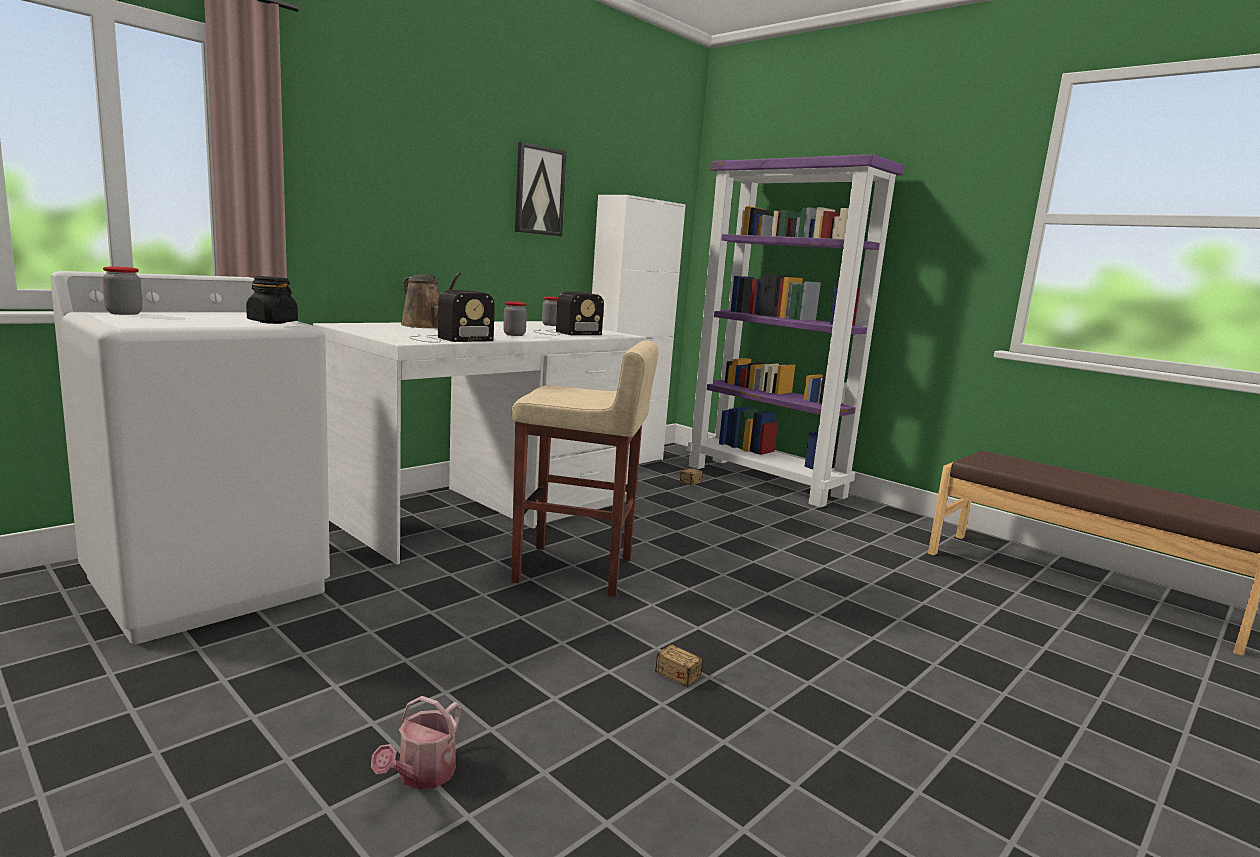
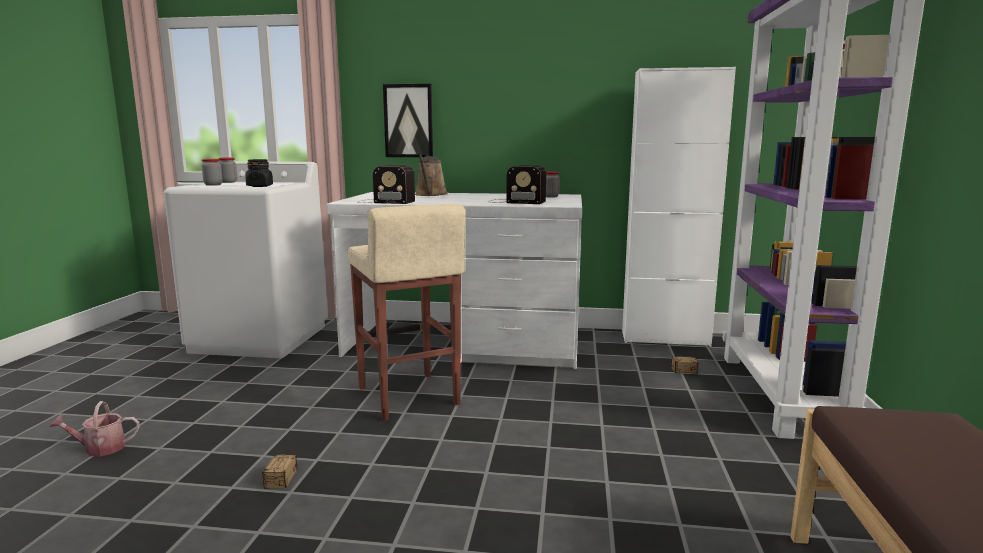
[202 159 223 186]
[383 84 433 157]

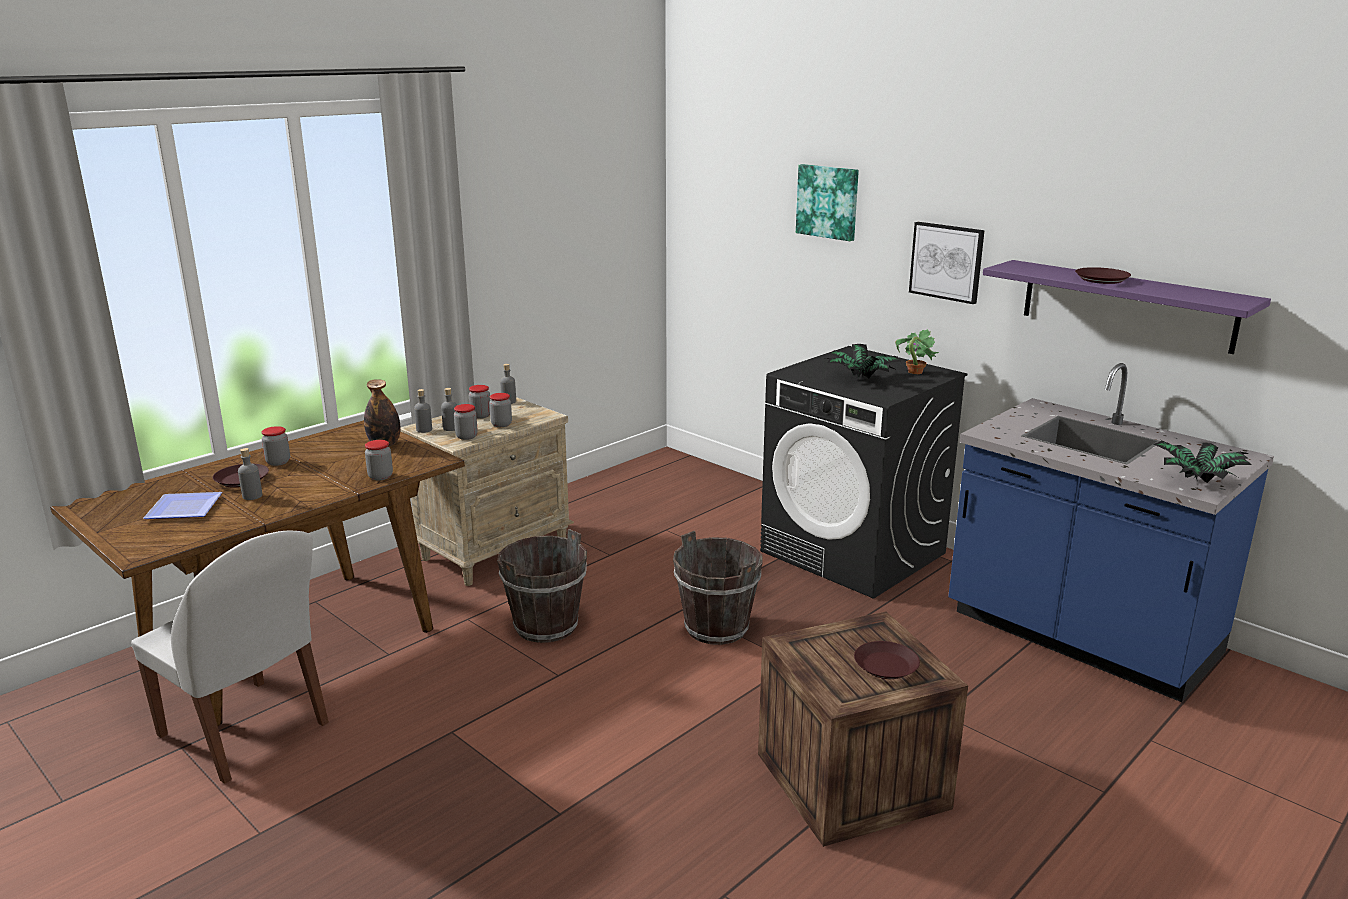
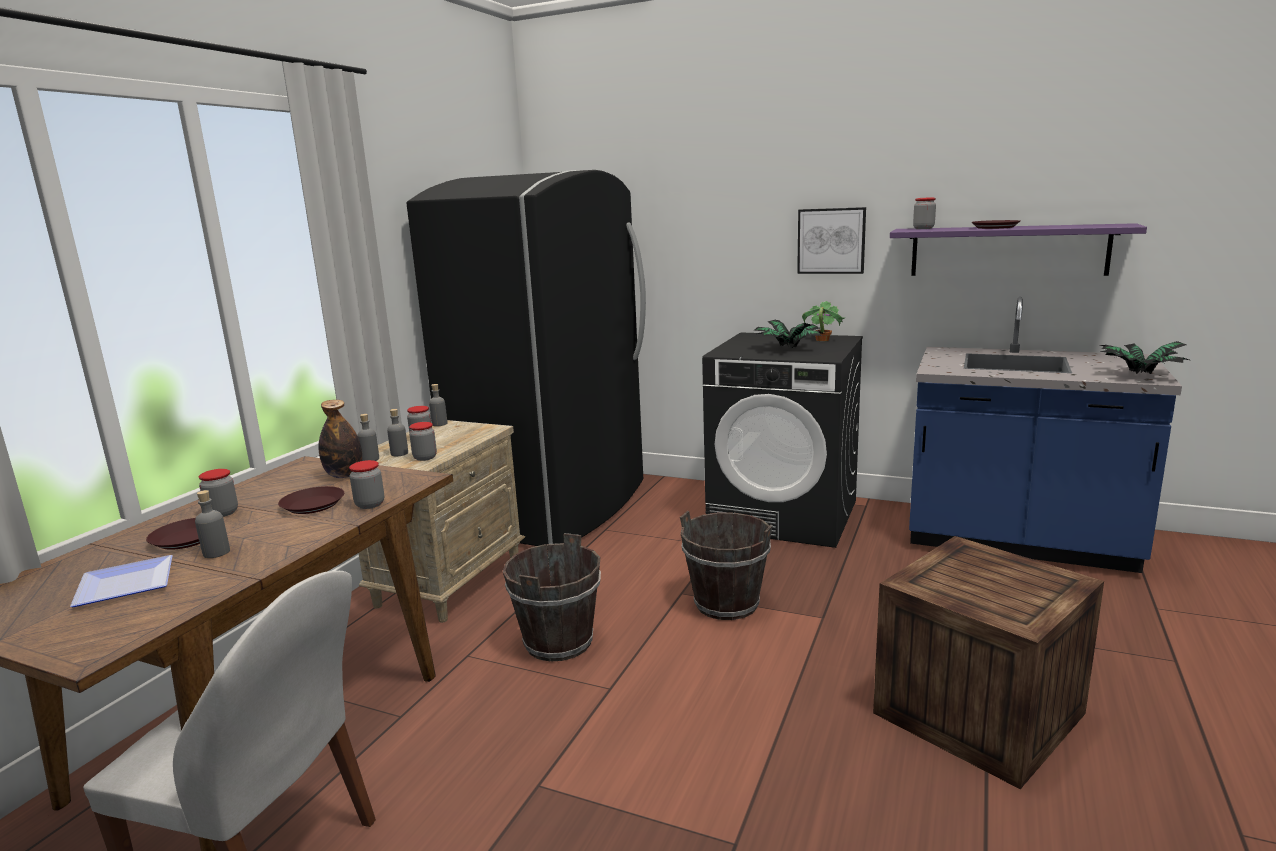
[913 197 936 229]
[796 164 859 241] (first image)
[278 486 344 514]
[406 170 646 546]

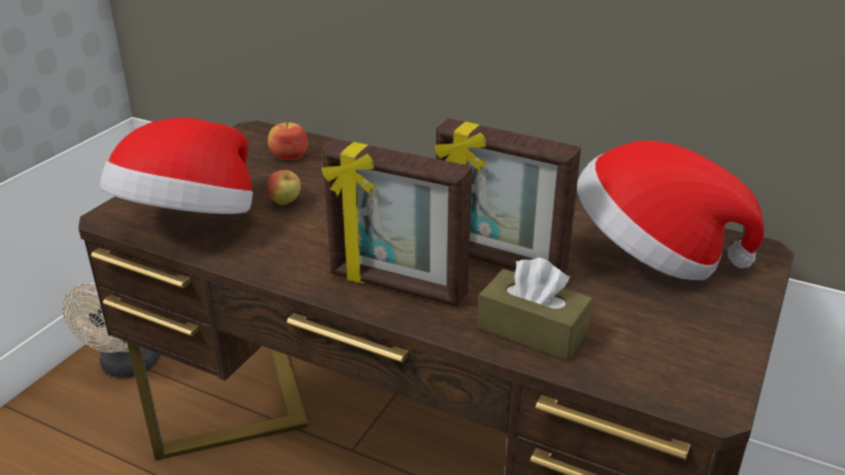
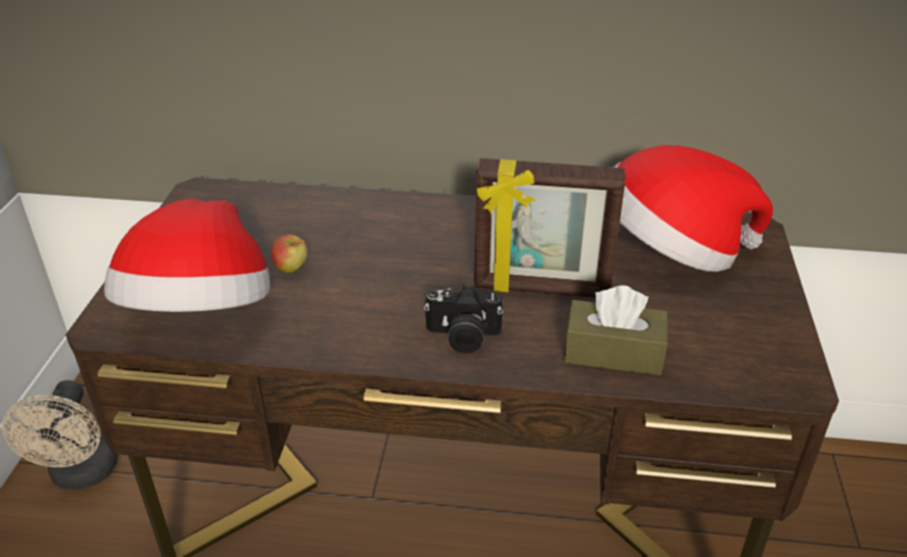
[268 121 308 160] (first image)
[424 285 503 354]

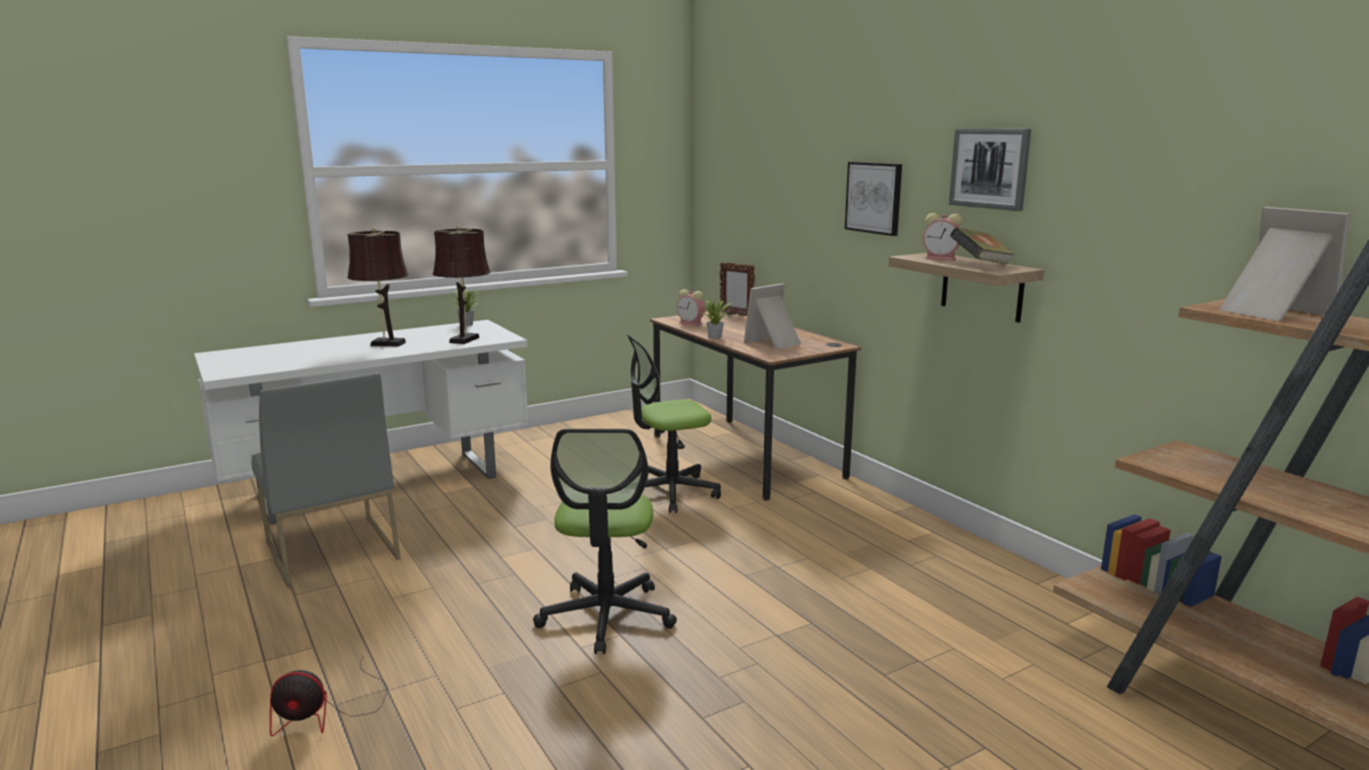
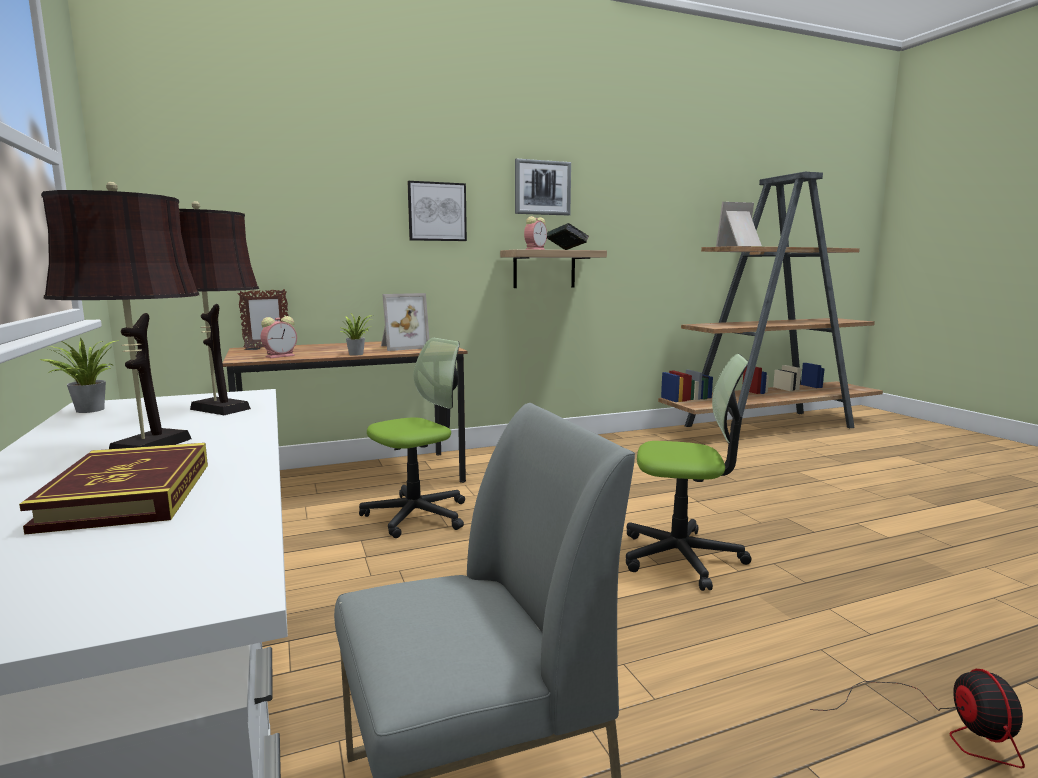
[359 338 465 538]
[381 293 429 351]
[19 443 208 535]

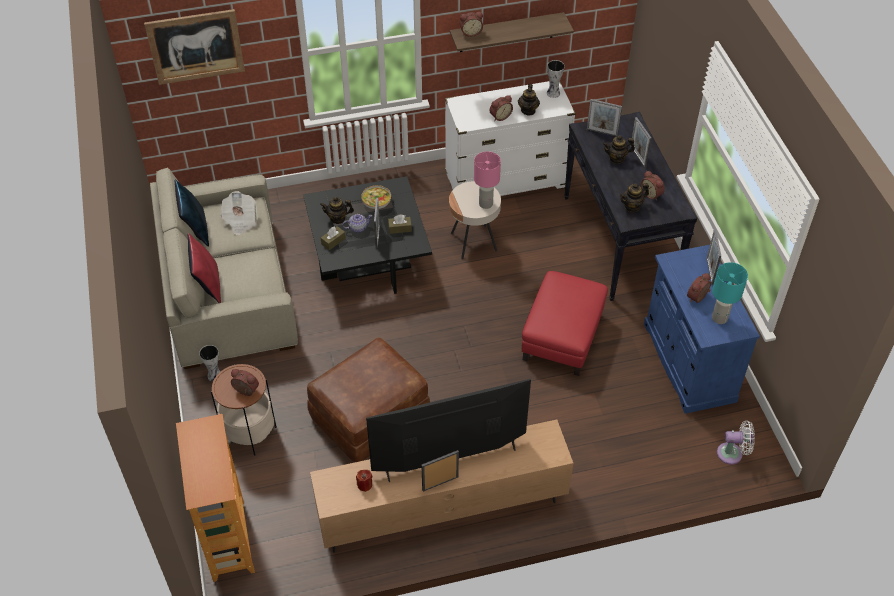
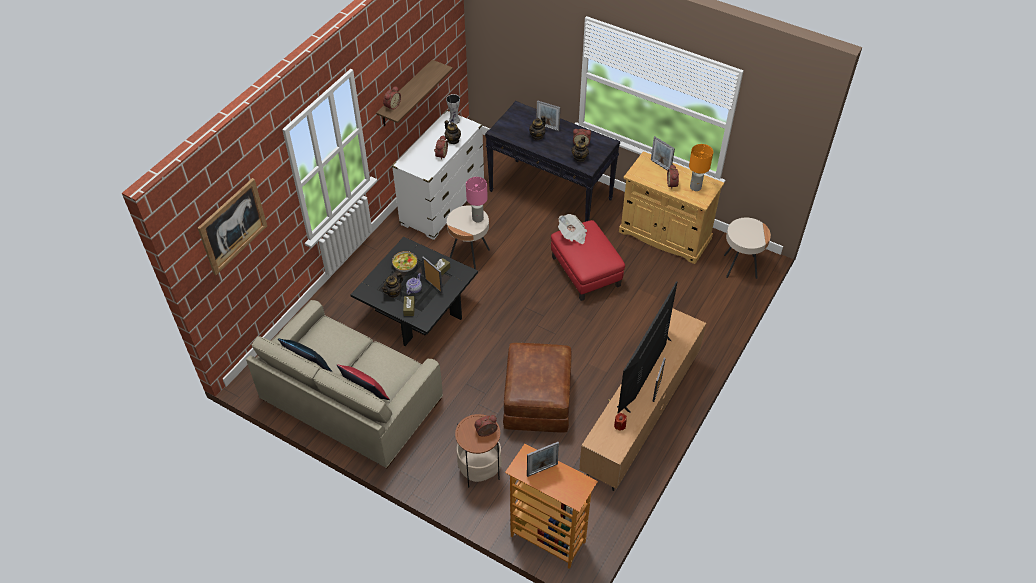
[199 345 221 381] (first image)
[558 214 587 244]
[527 442 559 477]
[619 151 724 264]
[689 144 713 191]
[724 218 771 279]

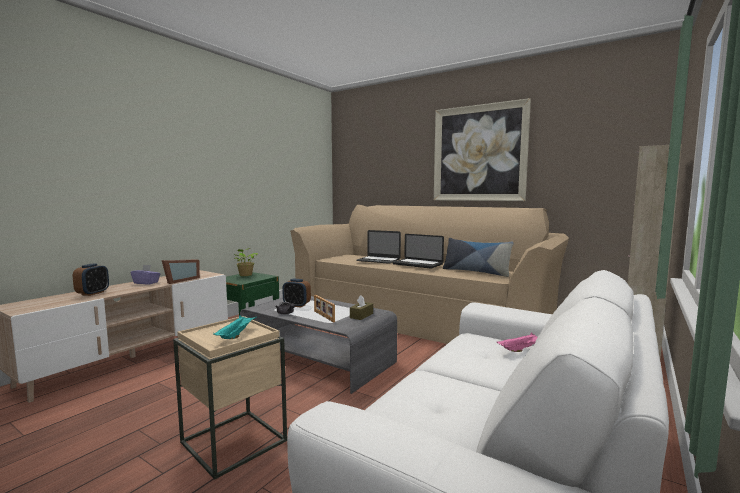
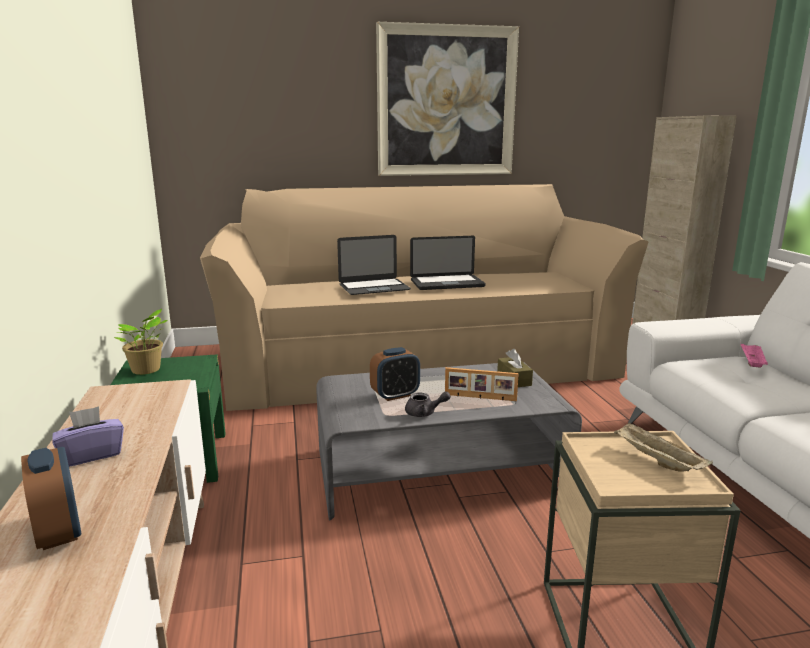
[162 259 200 284] (first image)
[614 422 713 472]
[443 238 514 277] (first image)

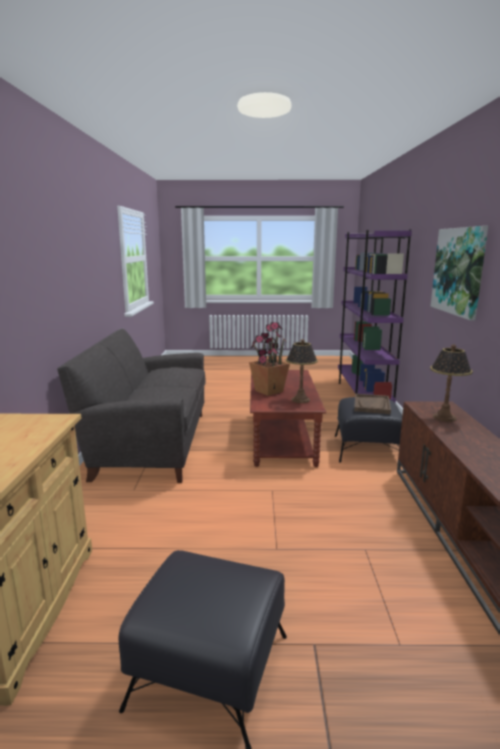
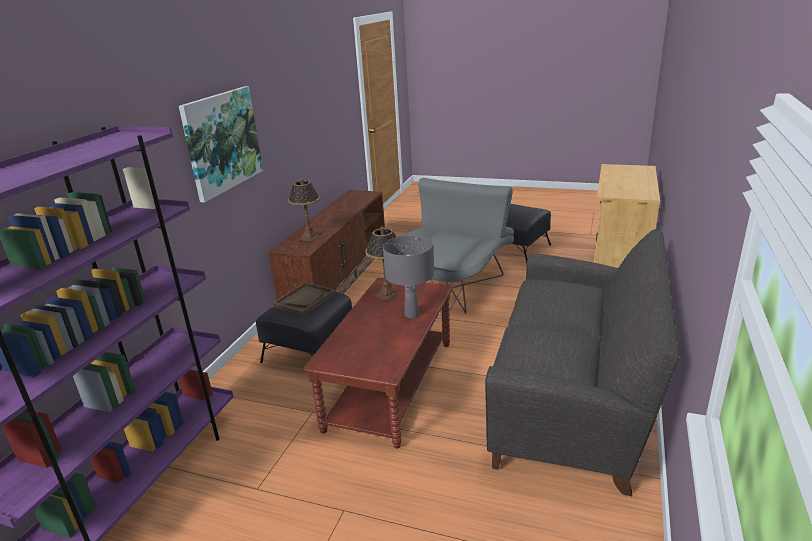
[383 235 434 318]
[404 178 514 314]

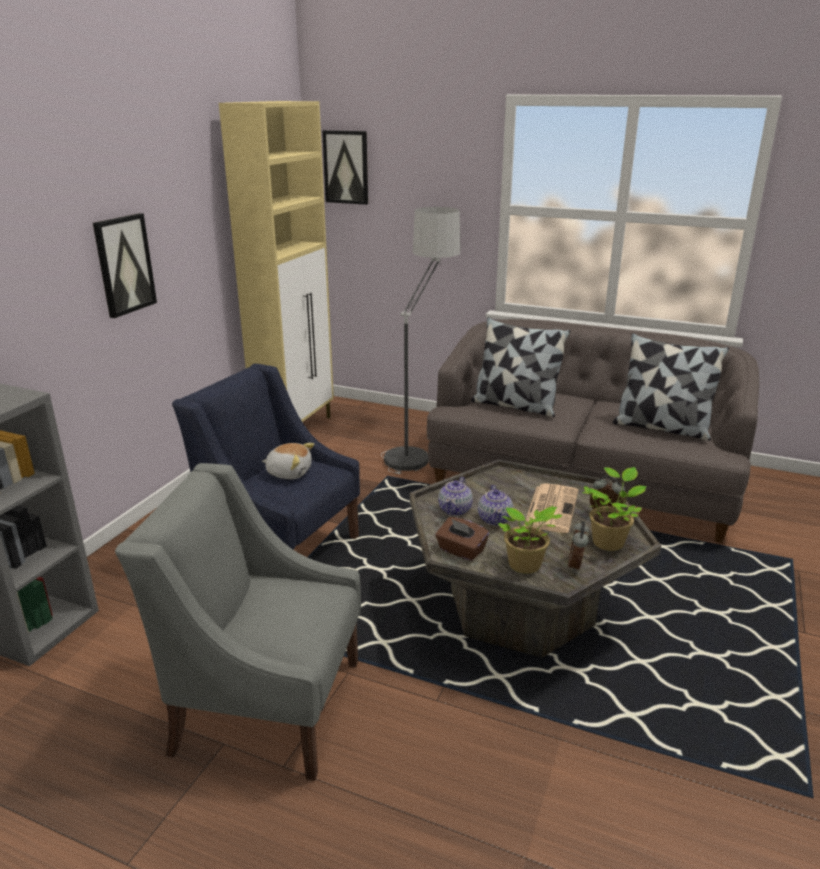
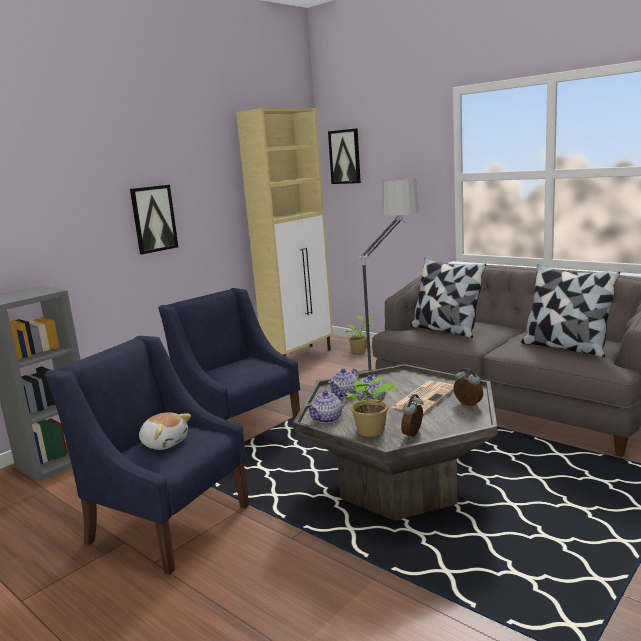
[45 336 249 575]
[139 412 191 450]
[305 391 346 423]
[346 316 374 353]

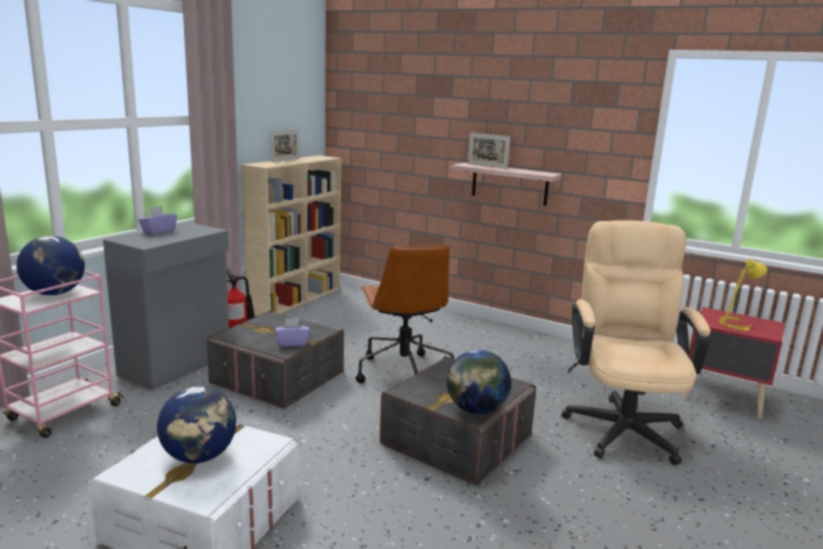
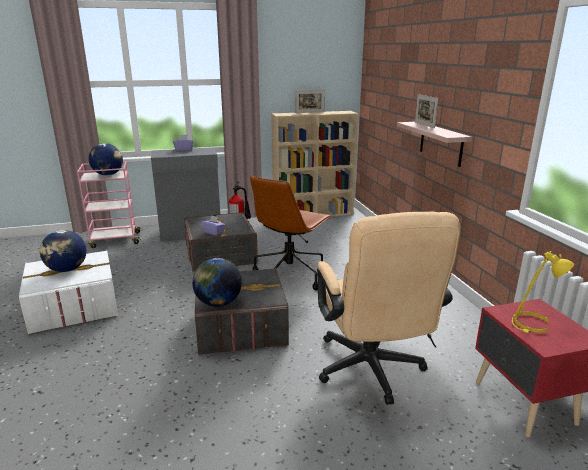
[317 212 461 405]

